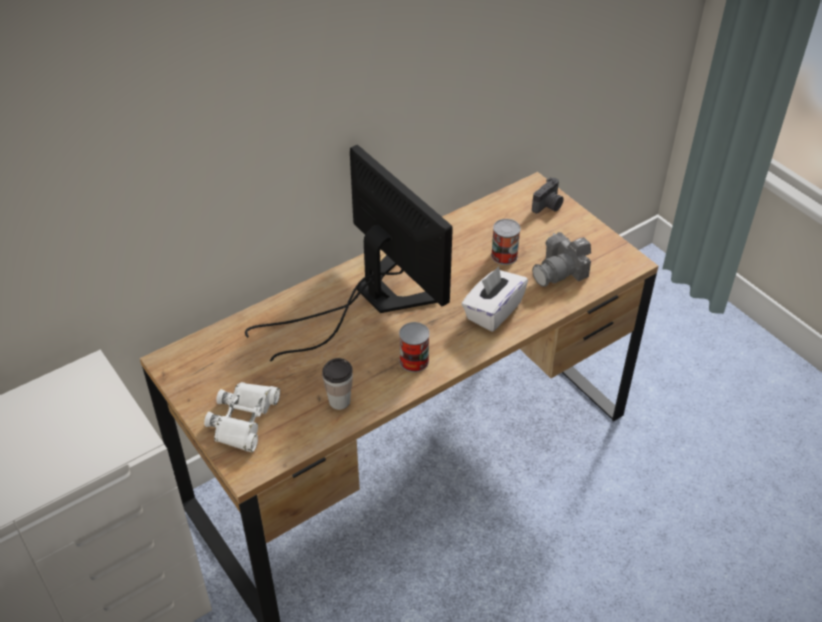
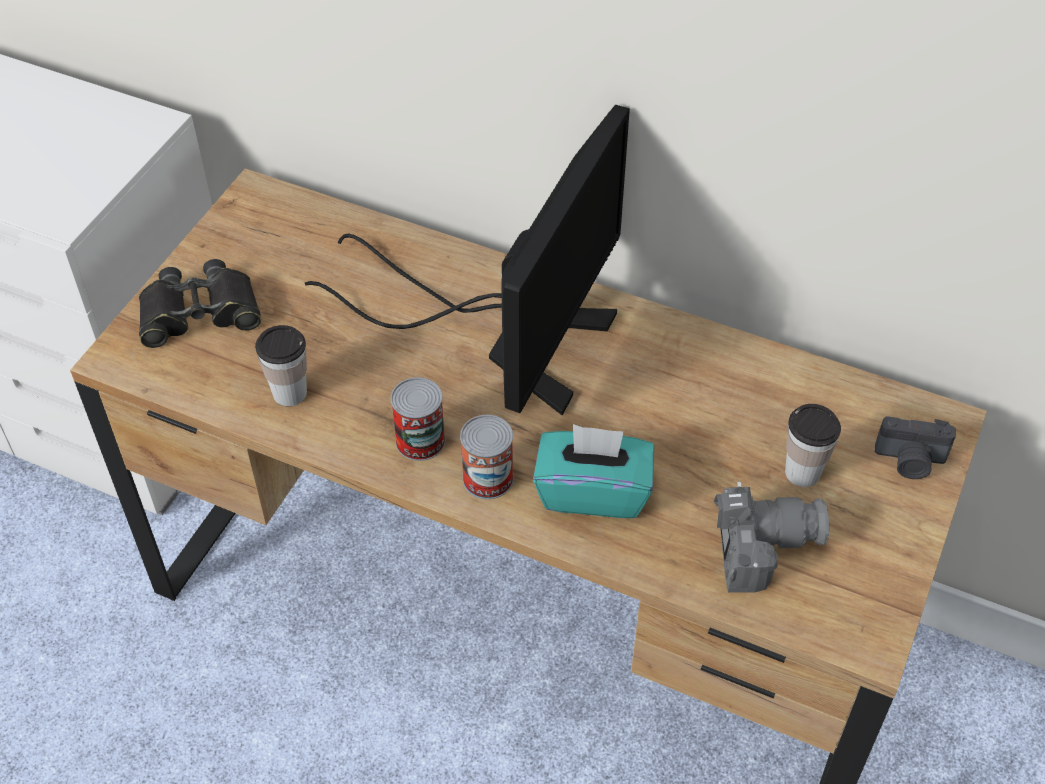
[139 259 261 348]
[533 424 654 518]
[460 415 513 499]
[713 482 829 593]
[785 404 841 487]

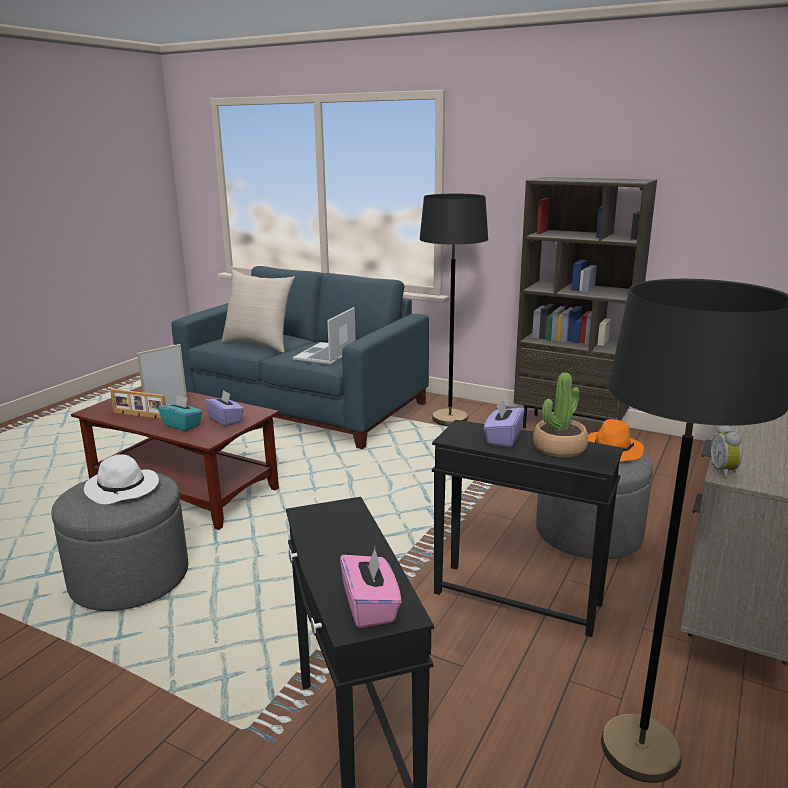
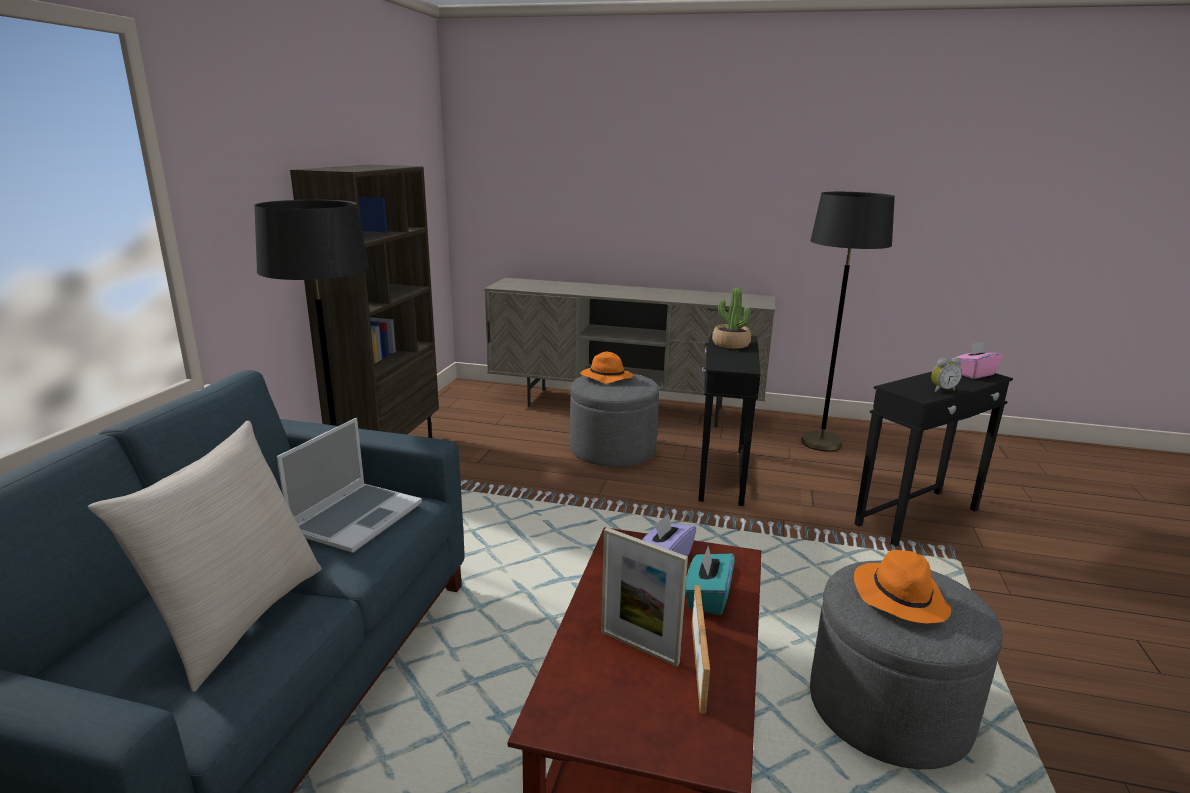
[854 550 951 623]
[277 418 422 553]
[484 399 525 448] (first image)
[931 358 962 392]

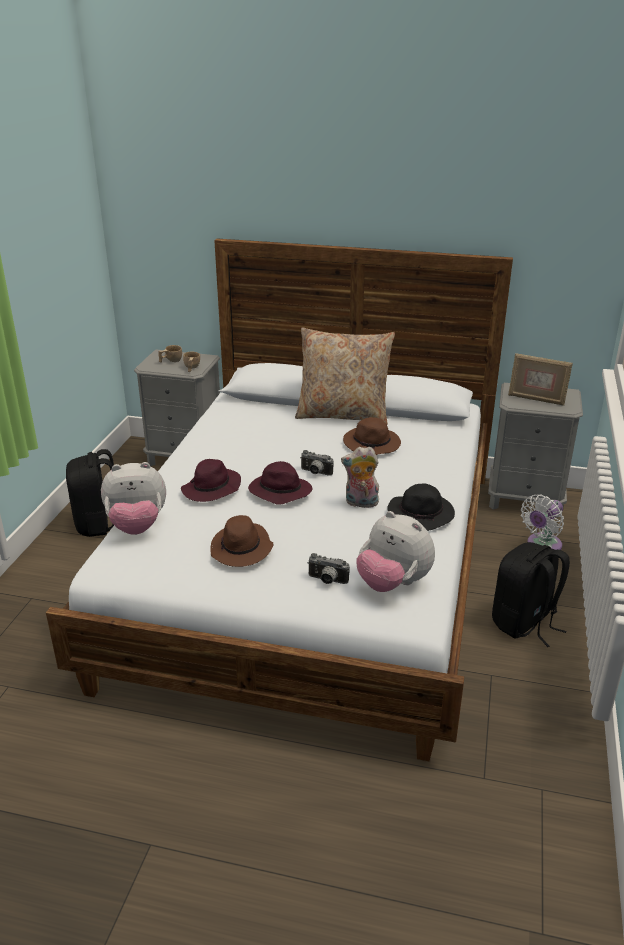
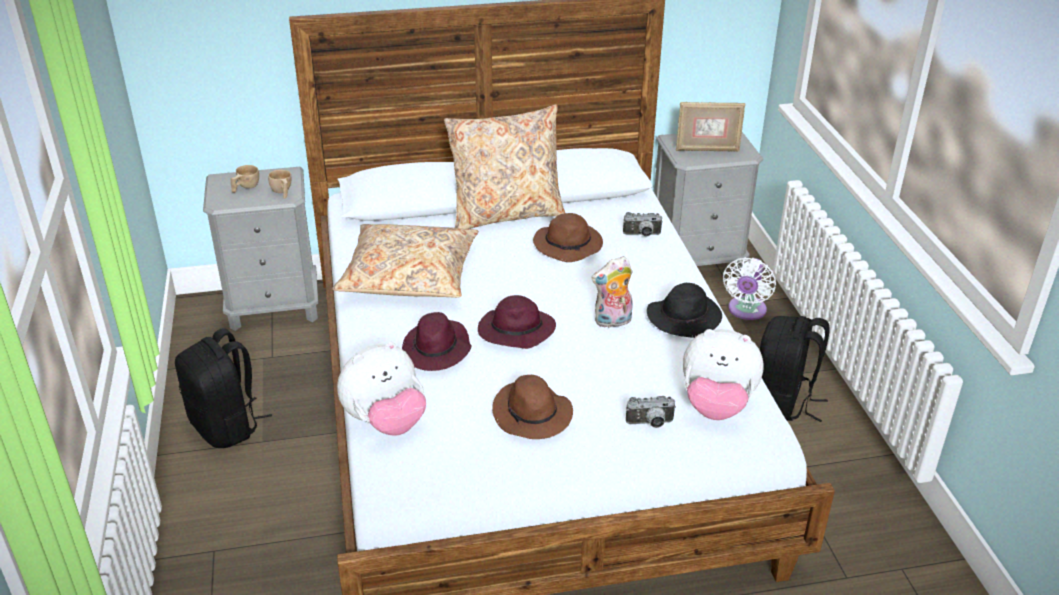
[623 212 663 237]
[332 224 478 298]

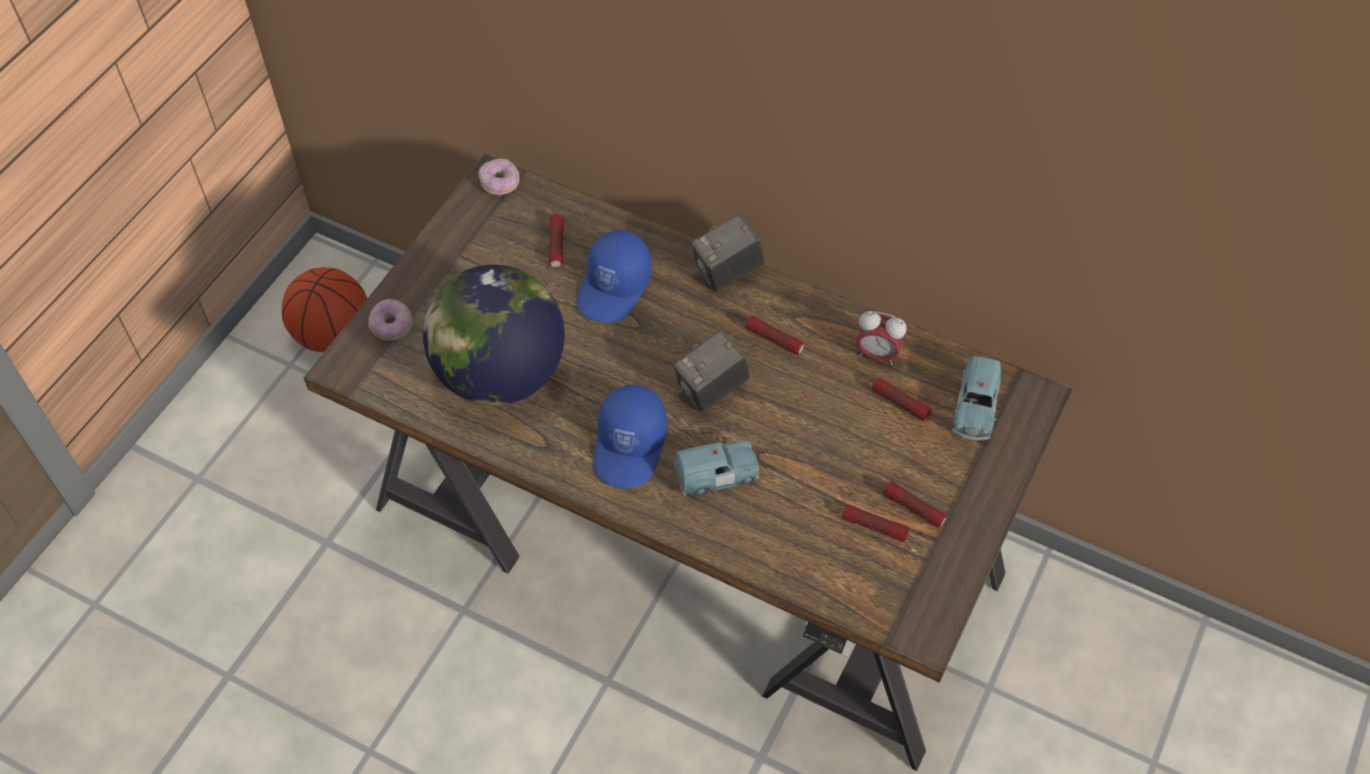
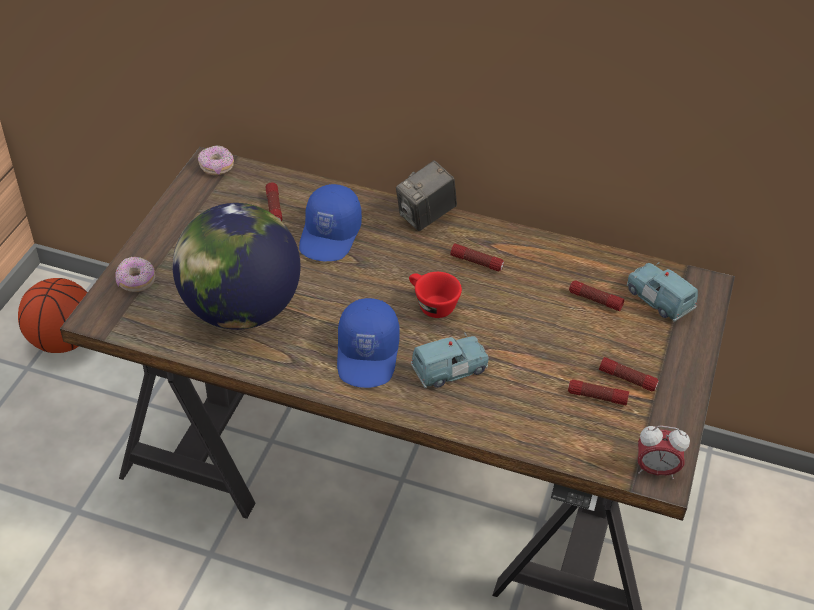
[409 272 462 318]
[638 426 690 479]
[627 262 698 322]

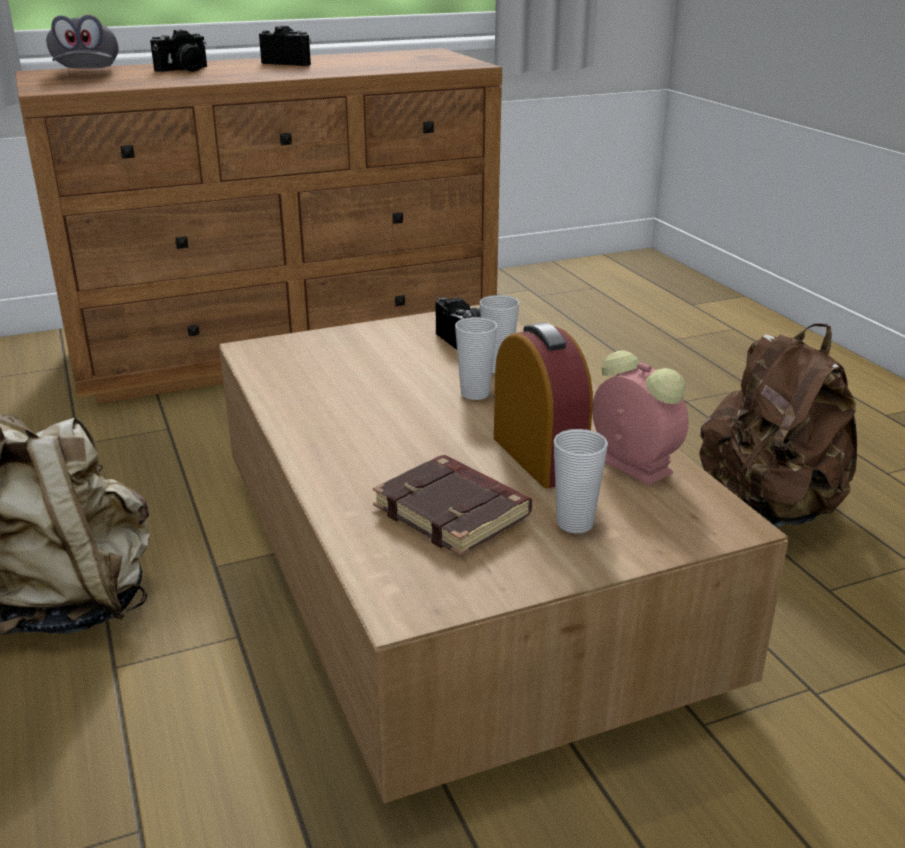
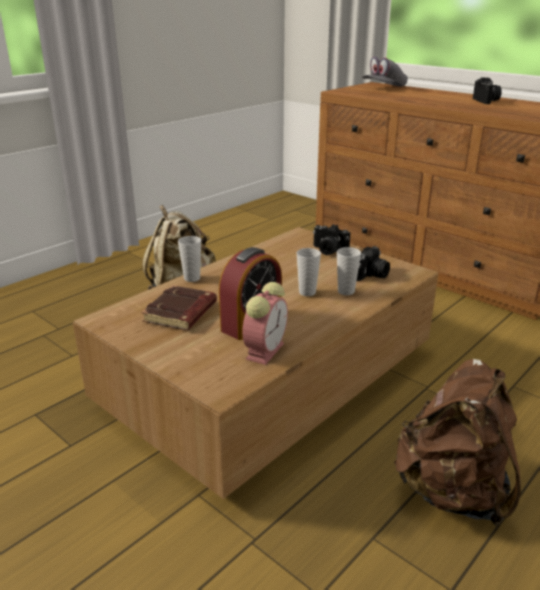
[313 224 350 255]
[178 236 201 282]

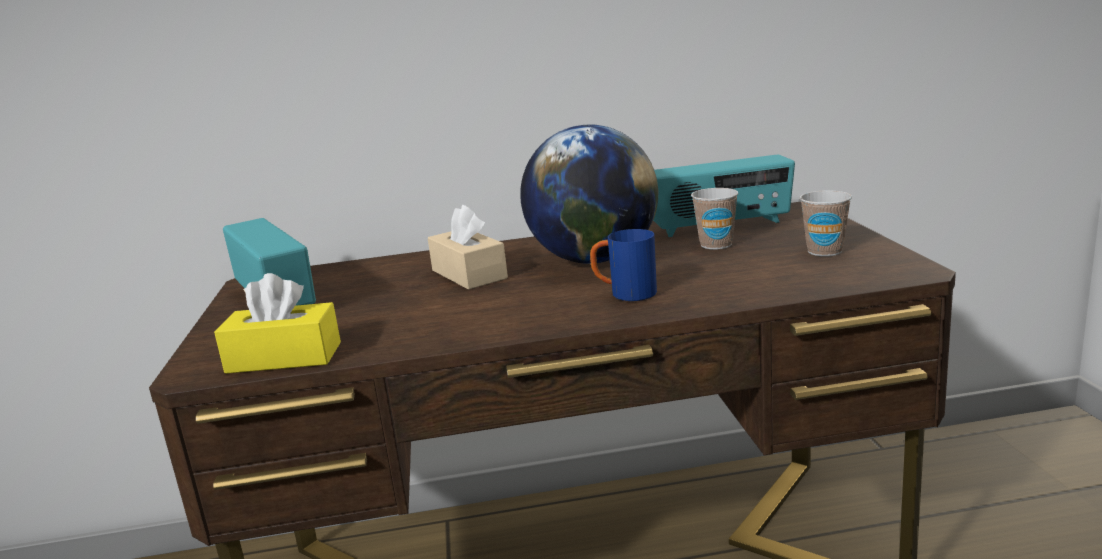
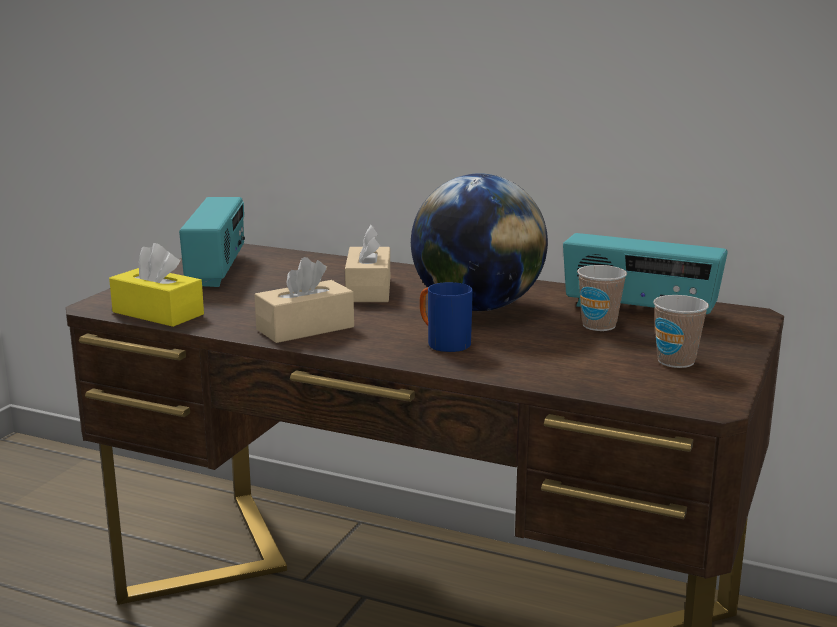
[254 257 354 343]

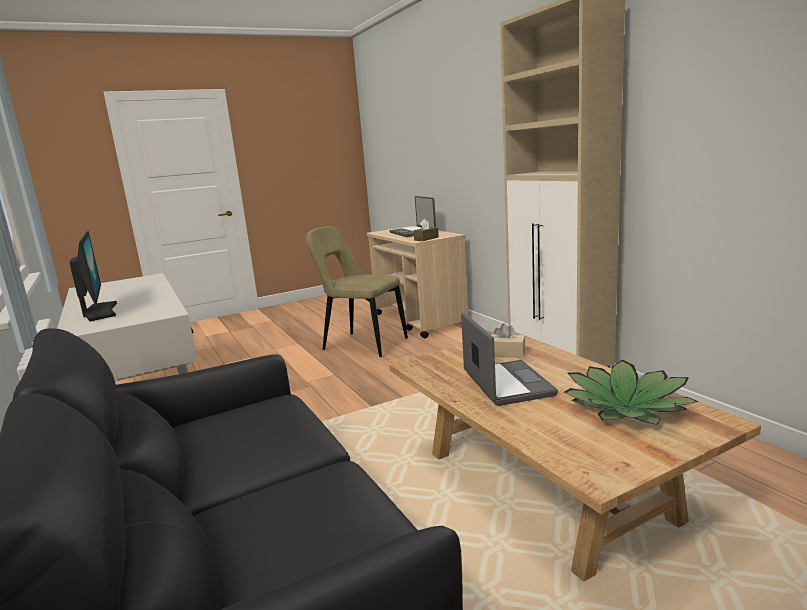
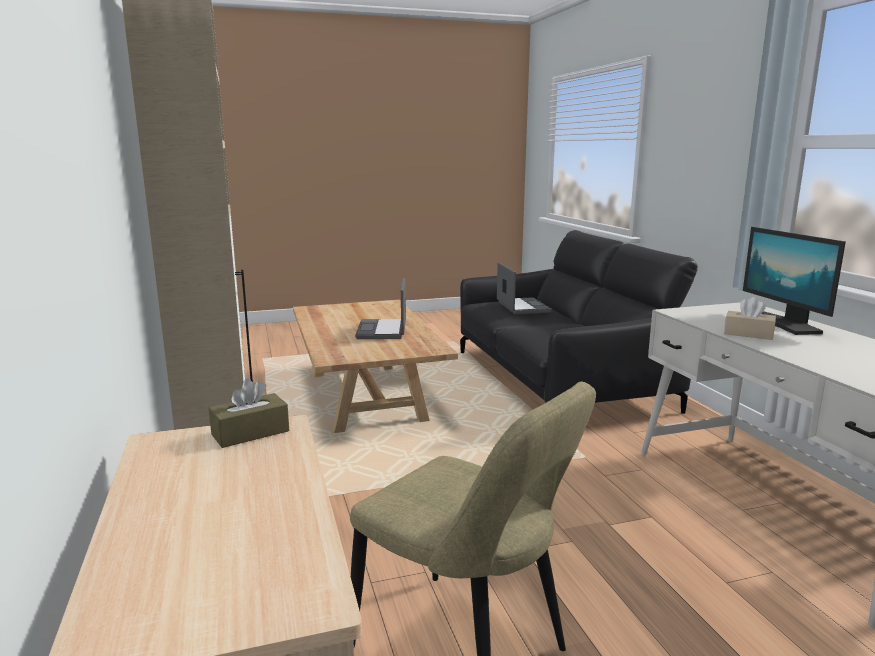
[497 263 552 314]
[724 297 776 340]
[564 360 699 425] (first image)

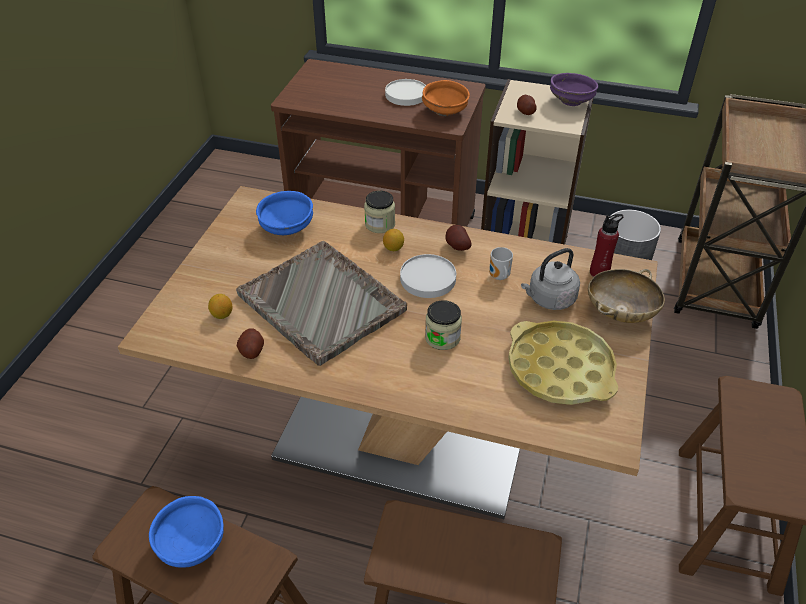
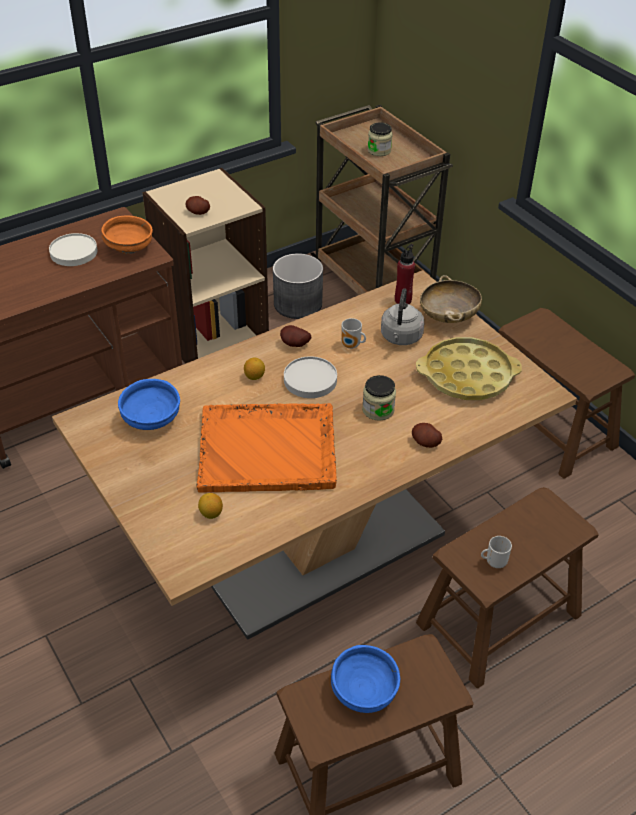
[197 403 337 493]
[412 423 442 448]
[368 122 392 156]
[550 73 598 106] (first image)
[481 536 512 568]

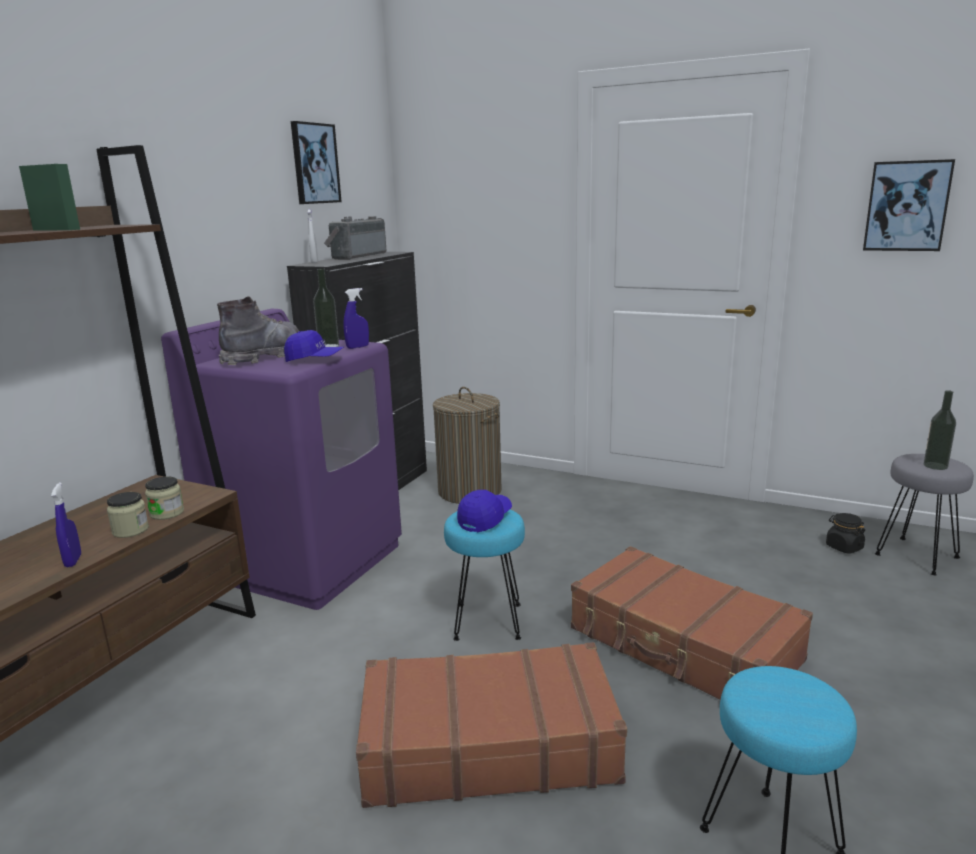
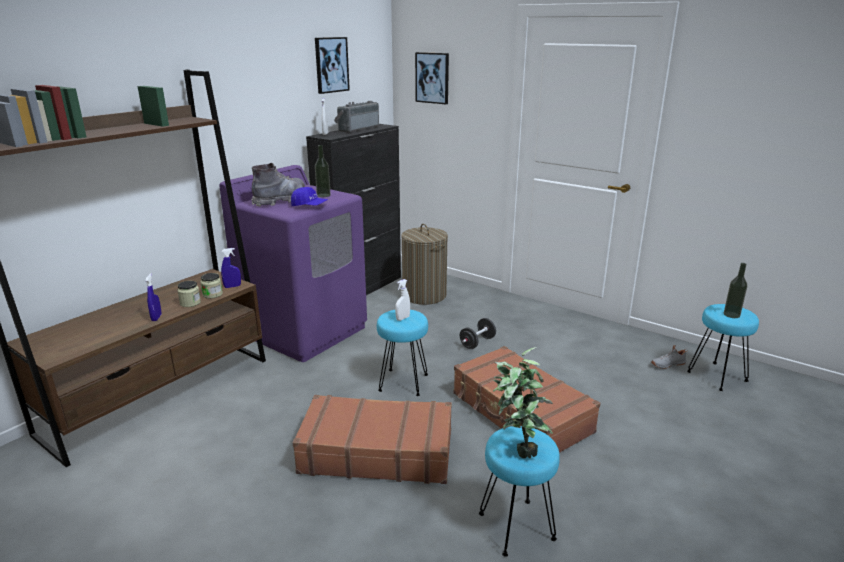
[221 248 241 288]
[395 279 410 321]
[651 345 687 369]
[415 52 449 104]
[687 304 759 391]
[460 318 496 349]
[493 347 553 458]

